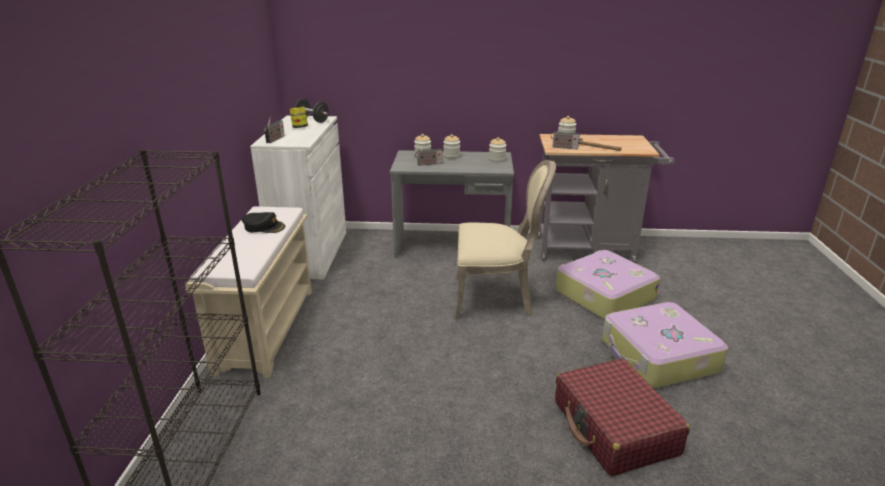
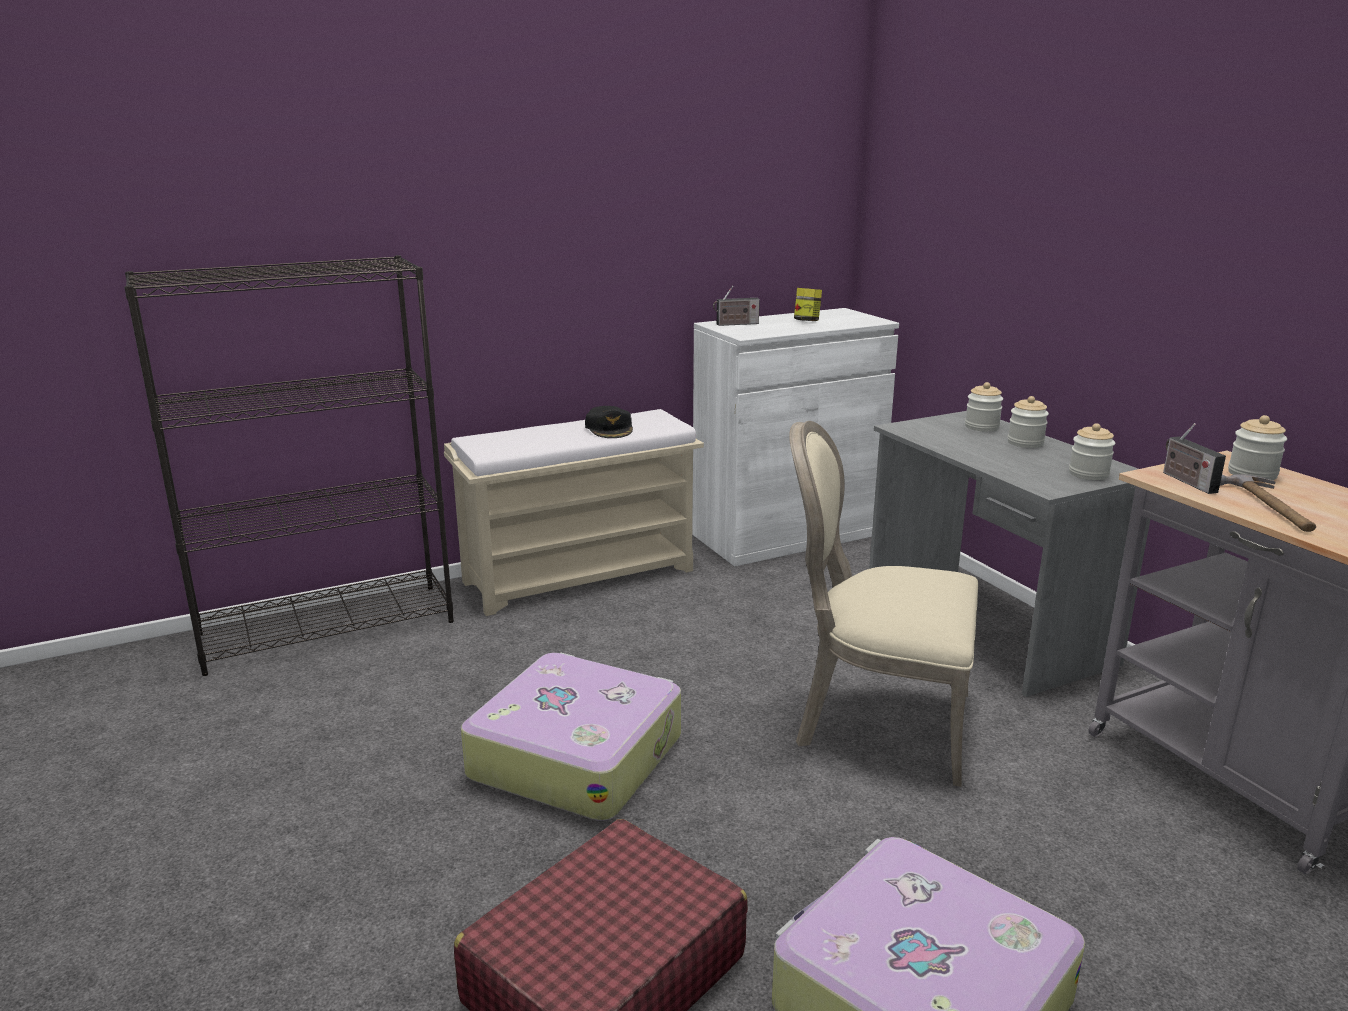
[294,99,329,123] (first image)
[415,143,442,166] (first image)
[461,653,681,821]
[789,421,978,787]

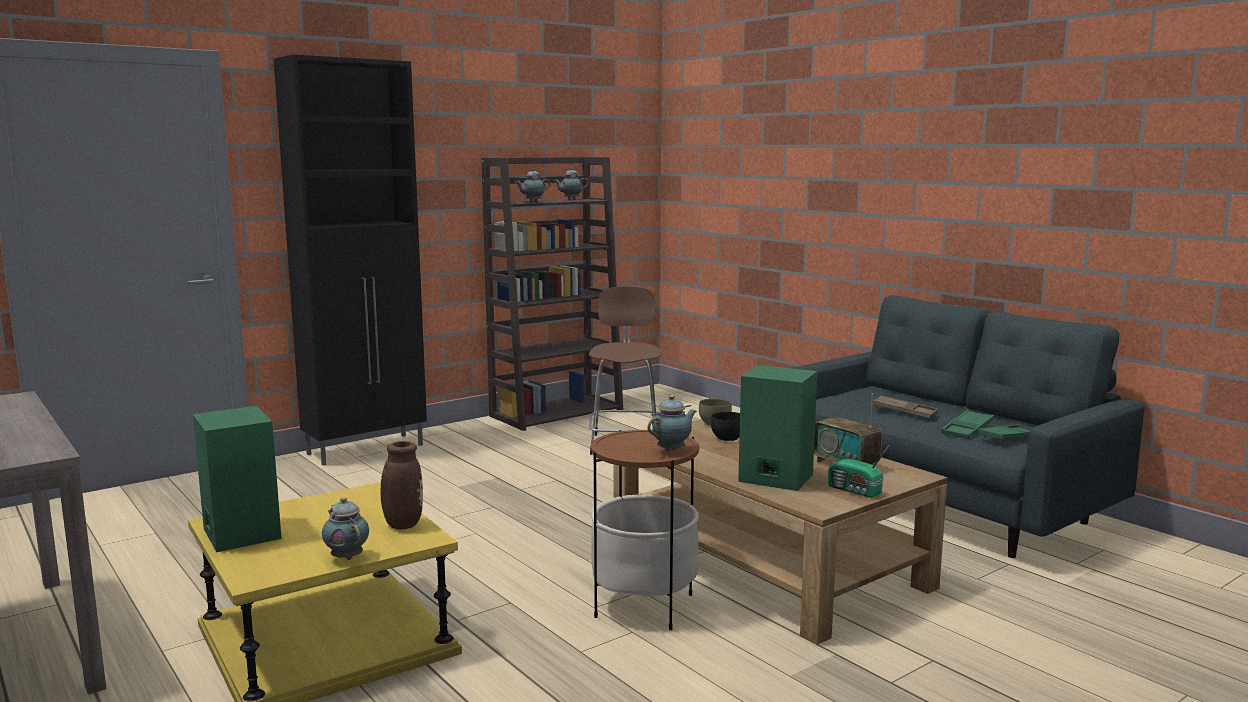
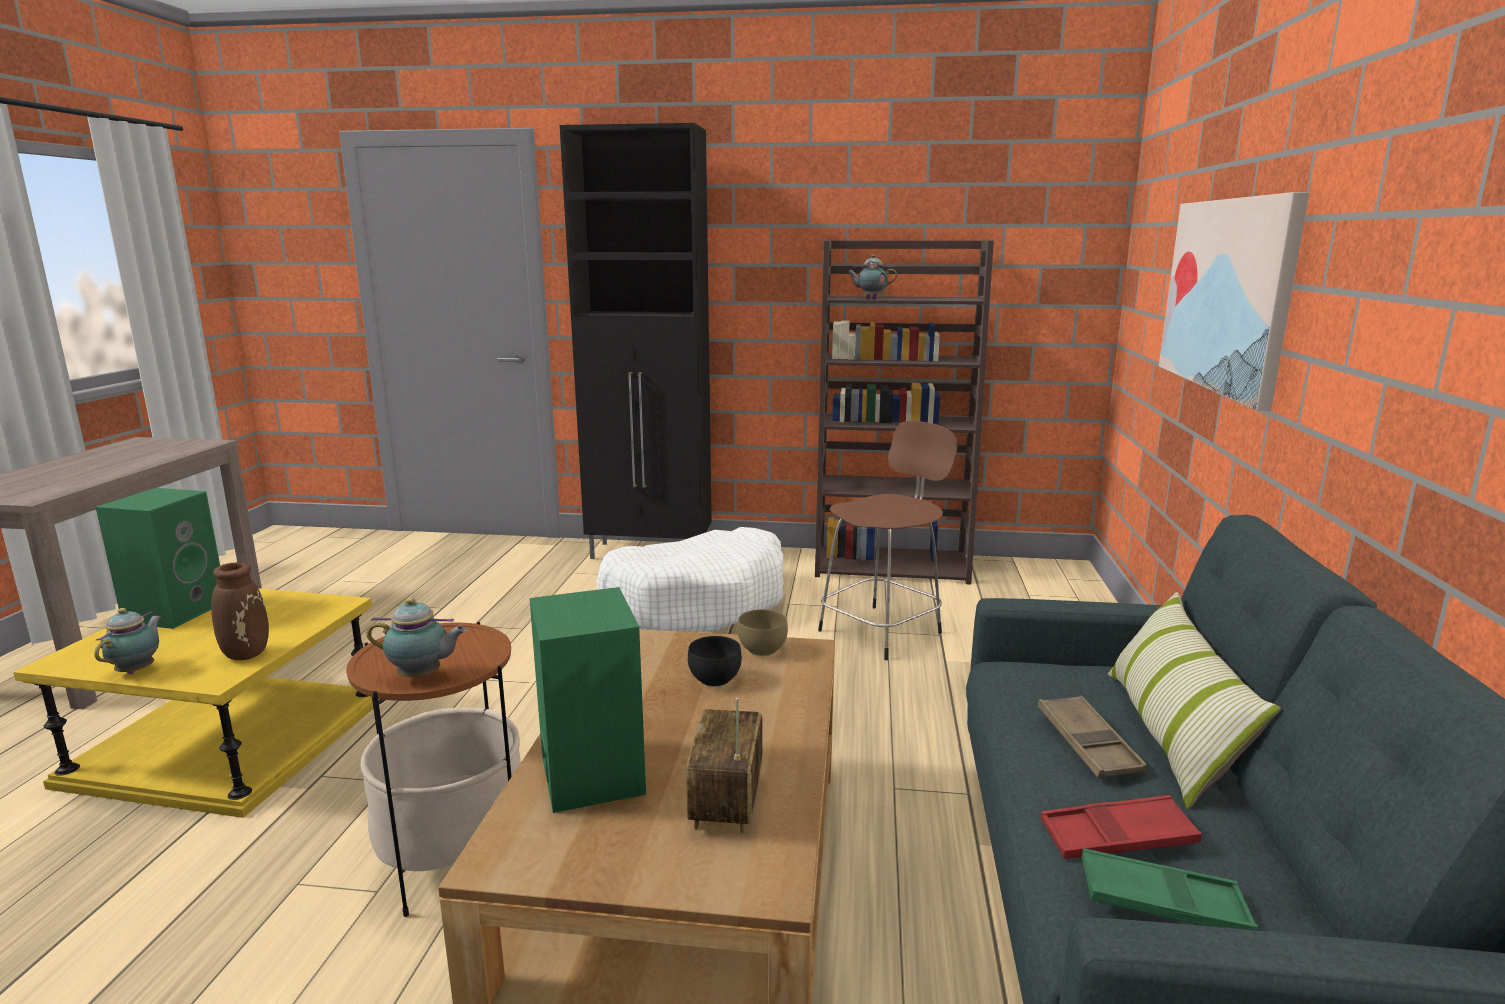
[553,168,589,200] (first image)
[828,446,889,498] (first image)
[596,527,784,632]
[1108,592,1281,809]
[1159,192,1309,411]
[1041,795,1202,859]

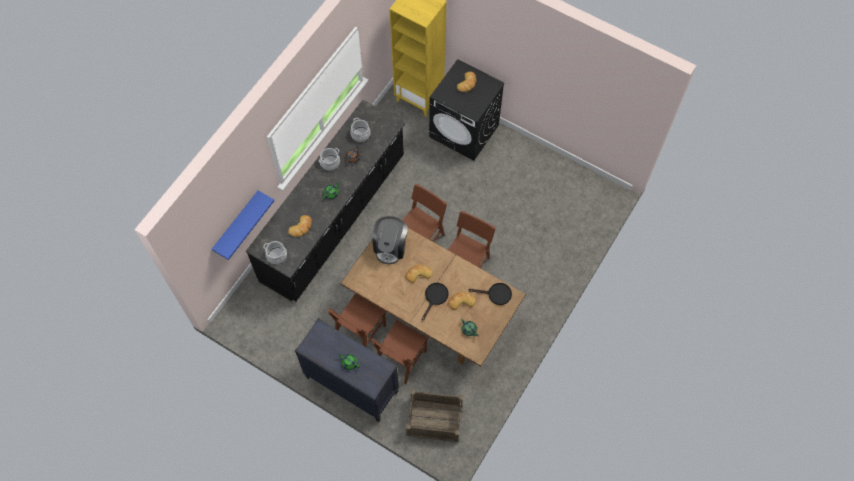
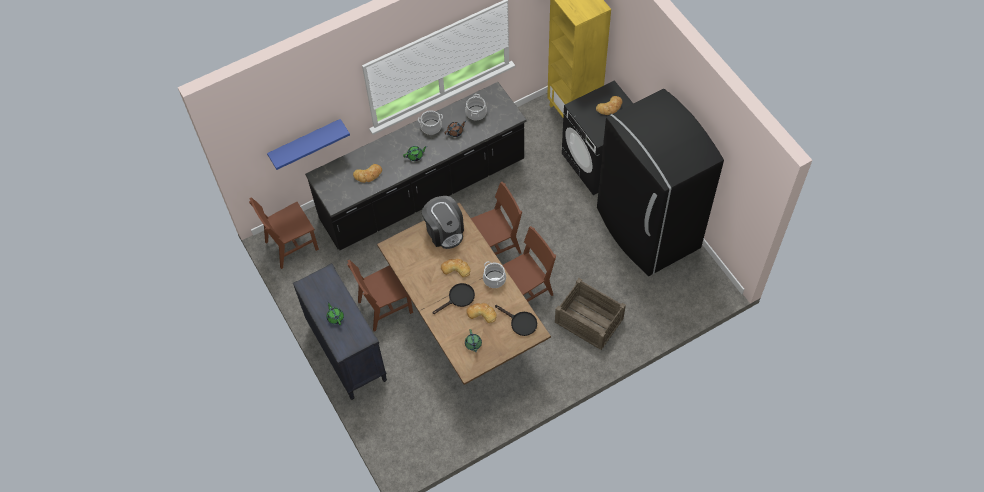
[597,89,724,276]
[483,261,506,288]
[249,197,319,269]
[555,278,626,350]
[422,196,464,249]

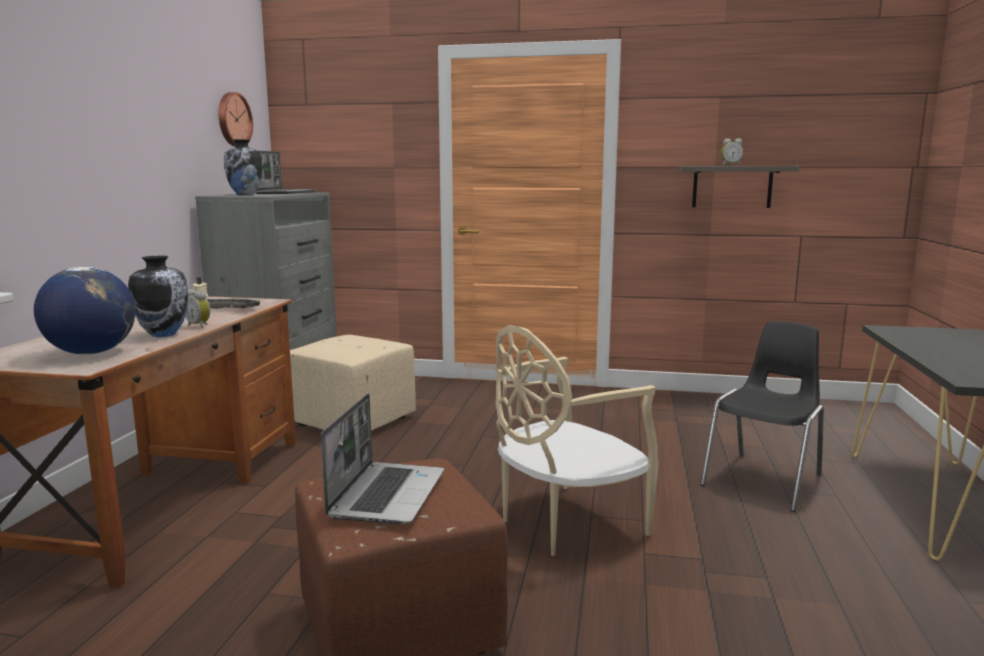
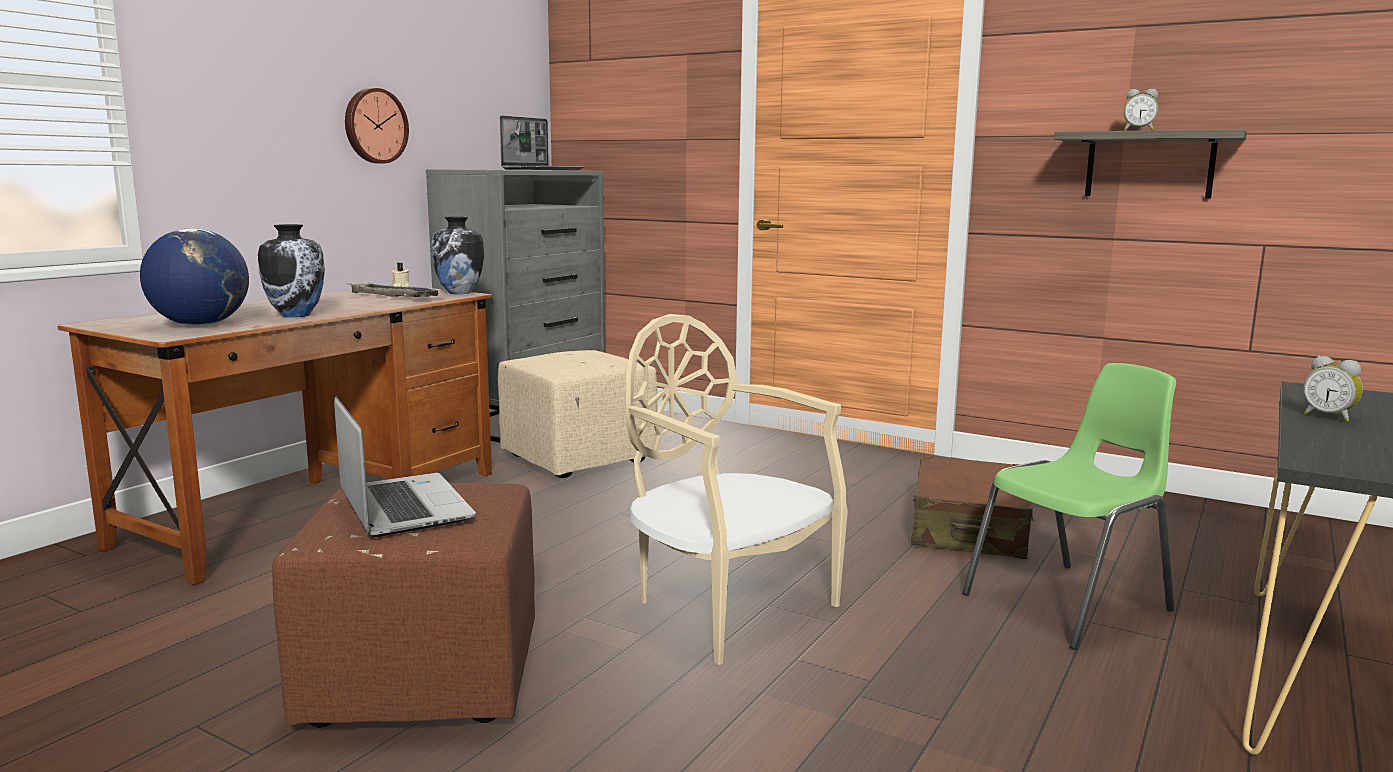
[911,456,1034,559]
[1303,356,1363,422]
[345,88,409,164]
[432,217,484,294]
[962,363,1176,650]
[334,397,476,537]
[626,314,848,665]

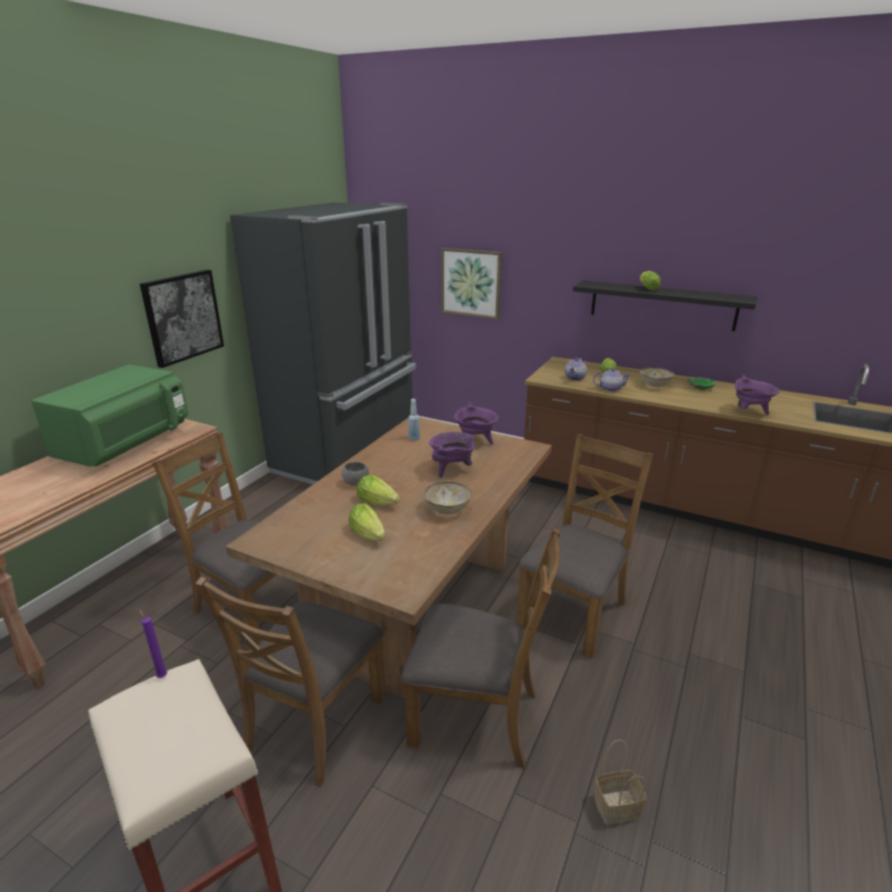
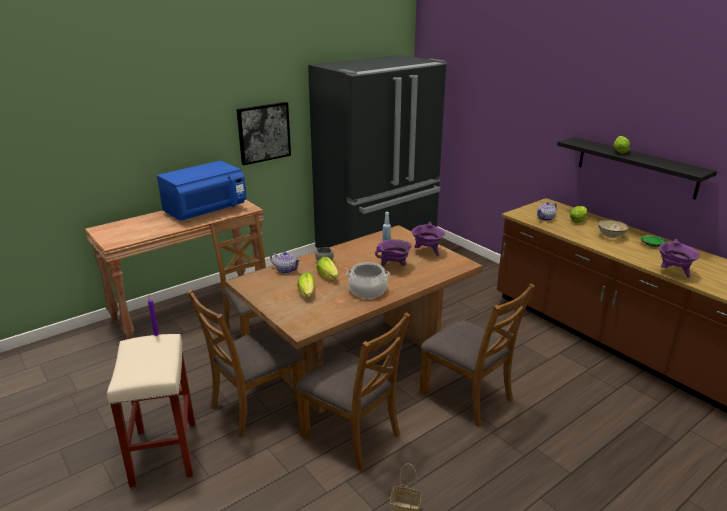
[441,248,502,319] (first image)
[270,252,301,274]
[346,262,390,299]
[157,161,246,221]
[420,283,535,427]

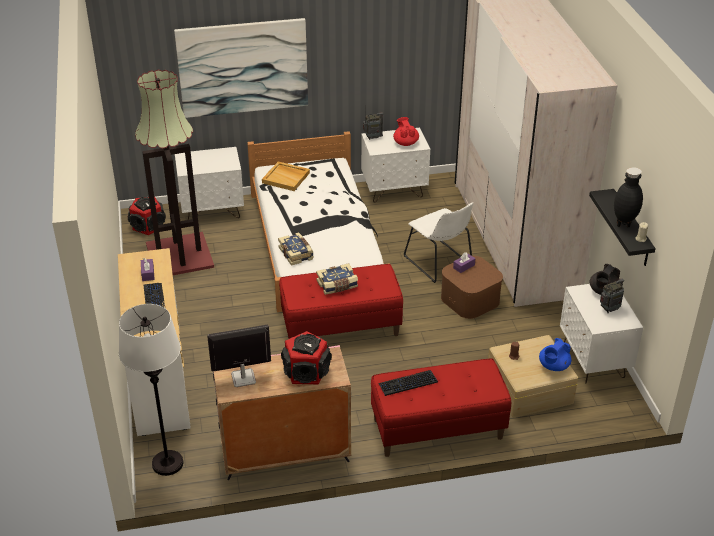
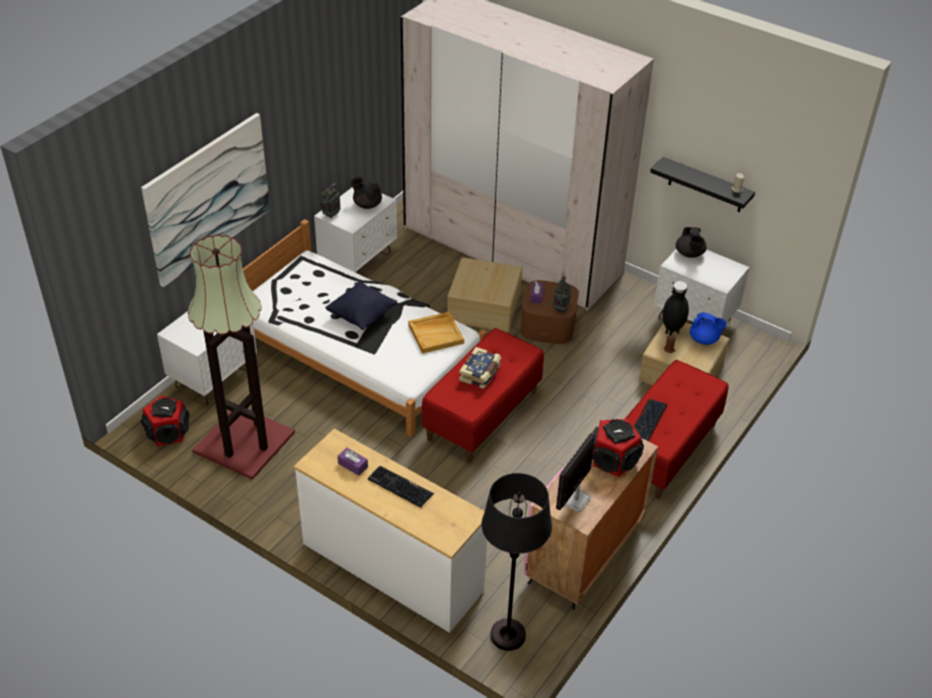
[278,232,314,266] (first image)
[325,281,397,330]
[408,312,464,354]
[553,276,571,313]
[662,281,689,336]
[447,257,522,332]
[481,473,552,651]
[350,177,382,209]
[690,312,727,345]

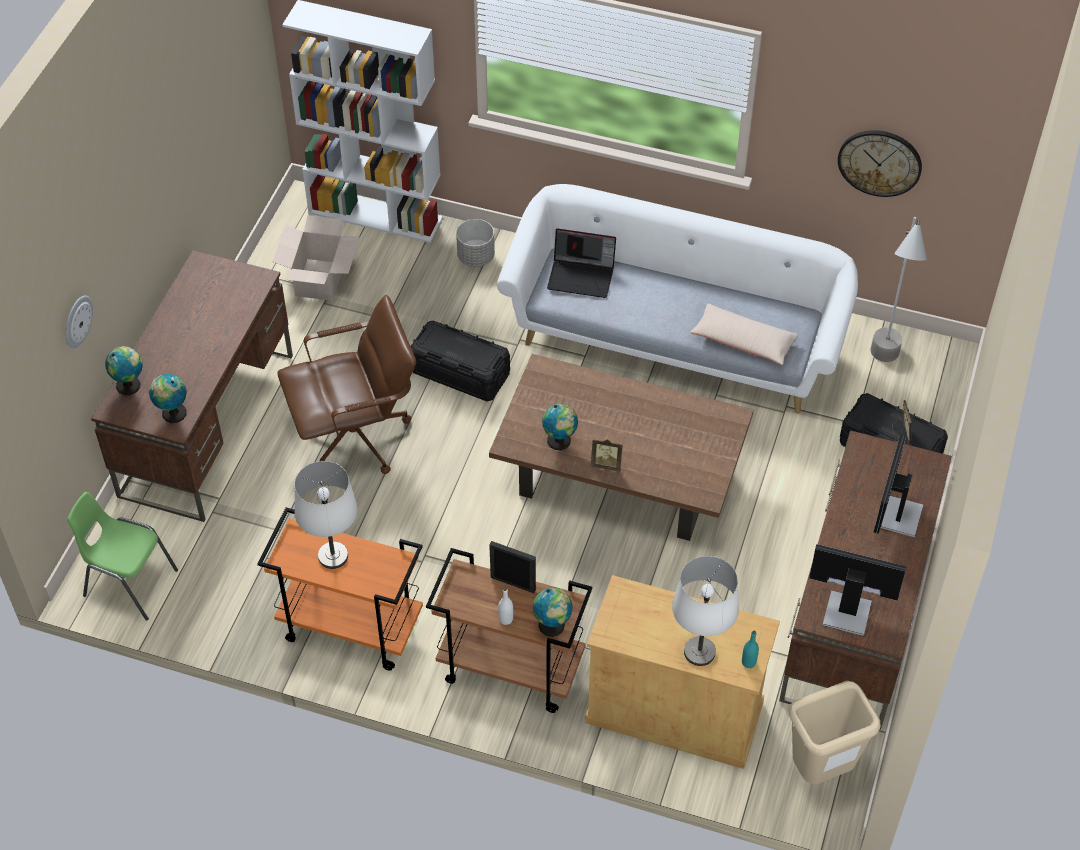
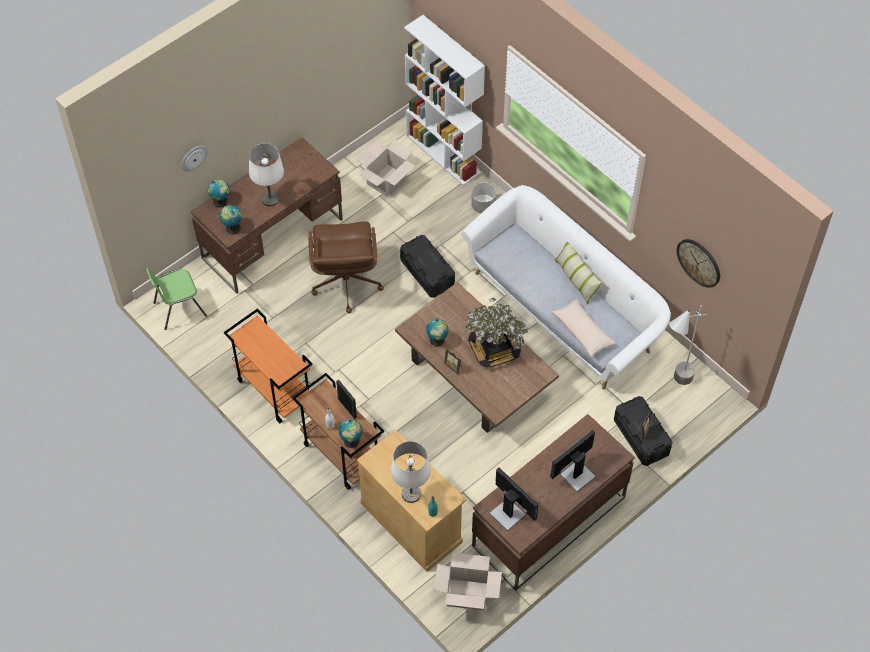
[547,228,616,298] (first image)
[465,298,529,368]
[554,242,603,305]
[249,143,284,206]
[434,552,502,610]
[146,268,207,330]
[308,222,384,313]

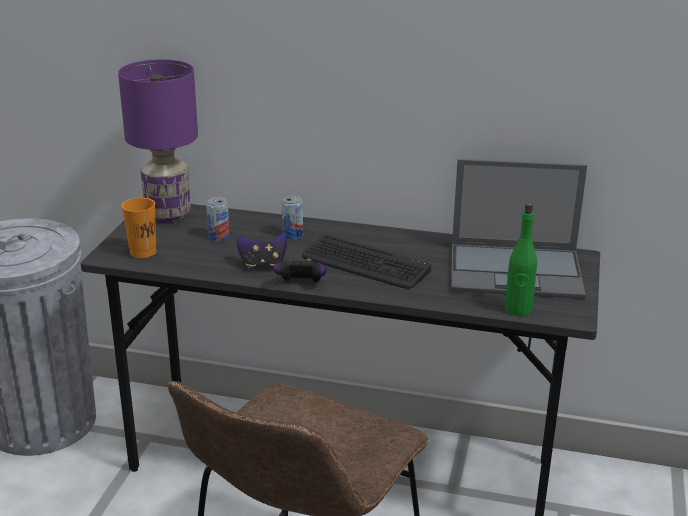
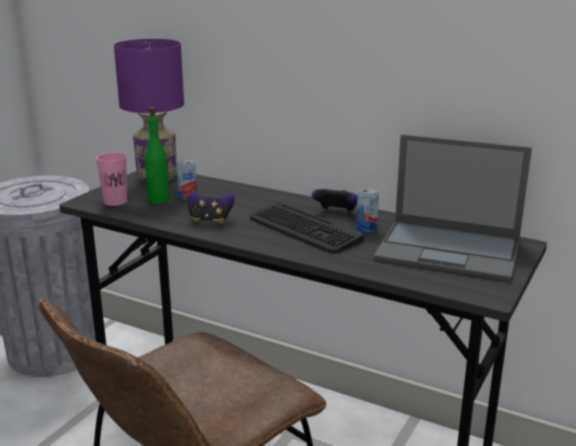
[312,189,357,212]
[356,188,379,233]
[145,107,170,204]
[96,152,128,206]

